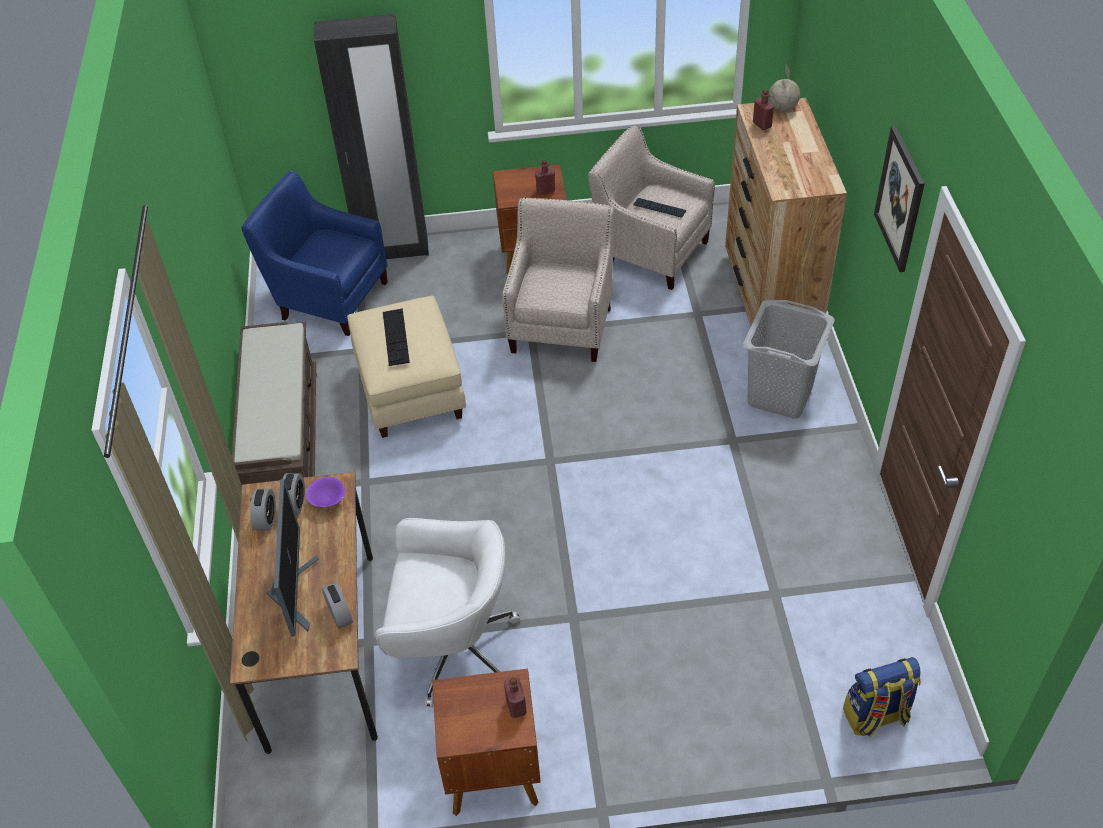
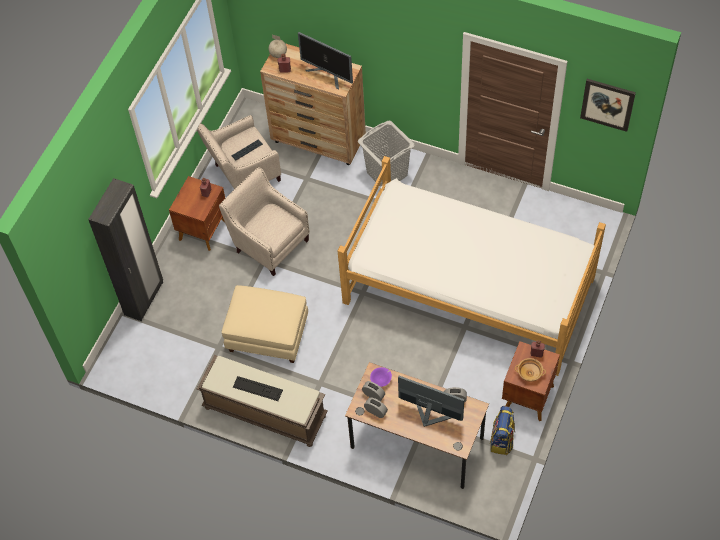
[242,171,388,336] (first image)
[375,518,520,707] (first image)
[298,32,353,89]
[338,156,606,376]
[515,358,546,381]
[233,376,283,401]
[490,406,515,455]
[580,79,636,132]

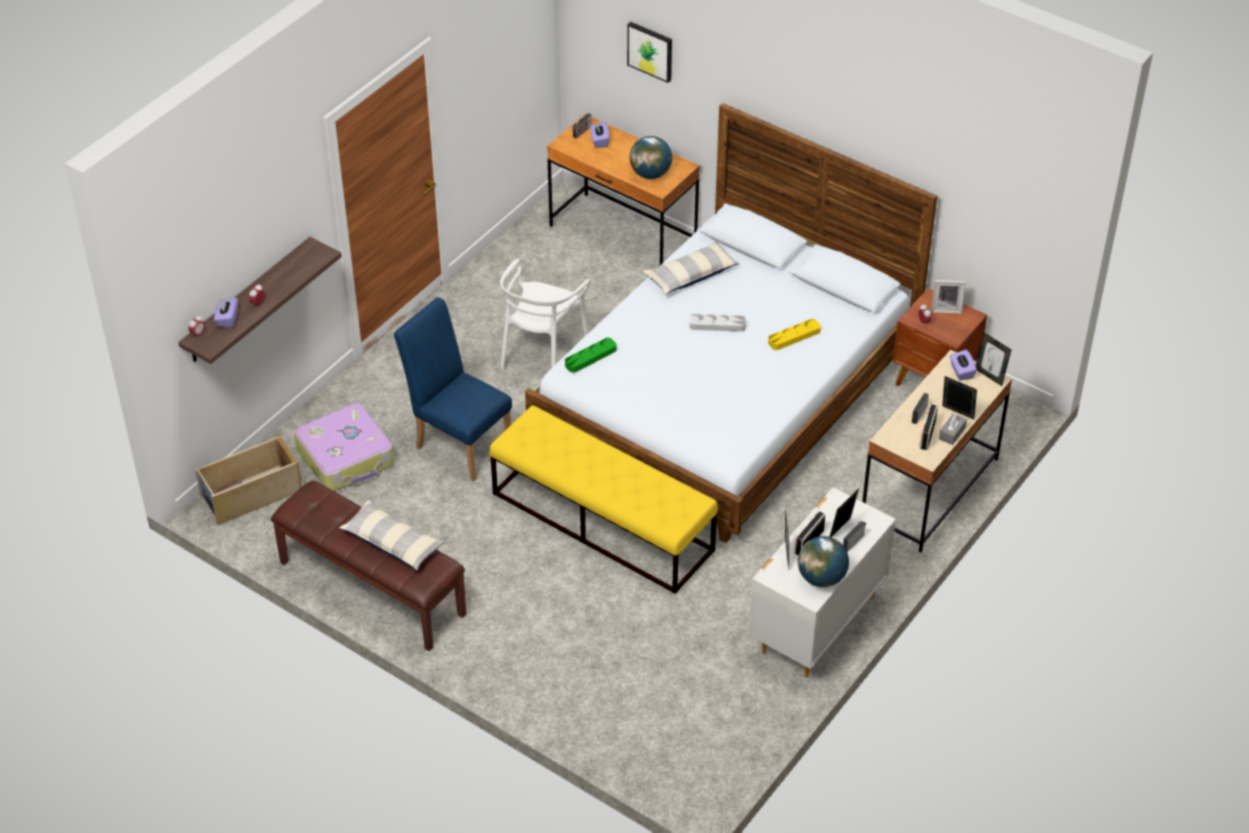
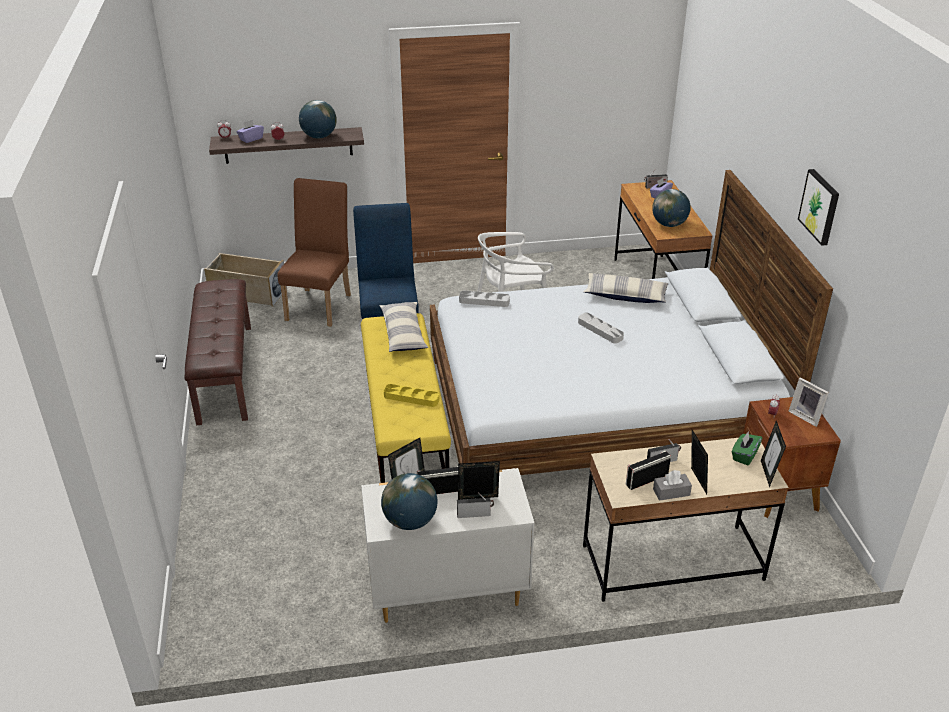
[299,100,337,139]
[379,302,428,352]
[798,169,839,246]
[384,384,439,407]
[277,178,351,327]
[459,290,510,307]
[732,431,762,465]

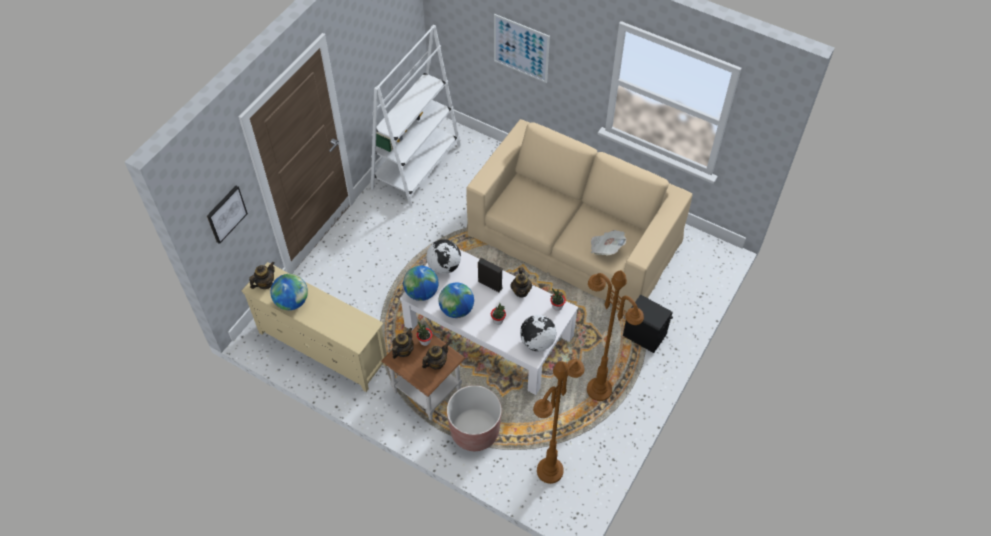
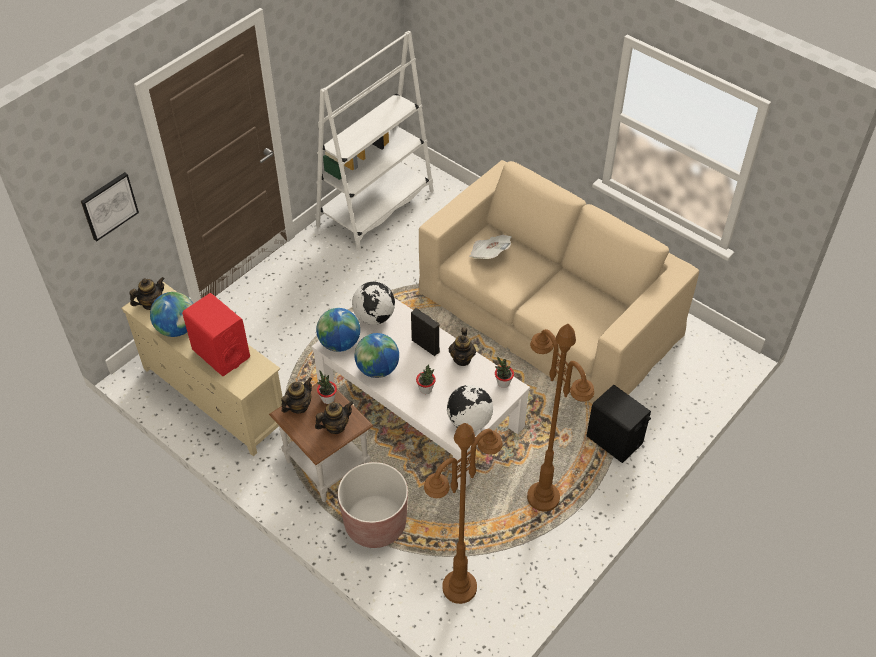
[494,14,550,83] (first image)
[182,293,250,376]
[469,234,511,259]

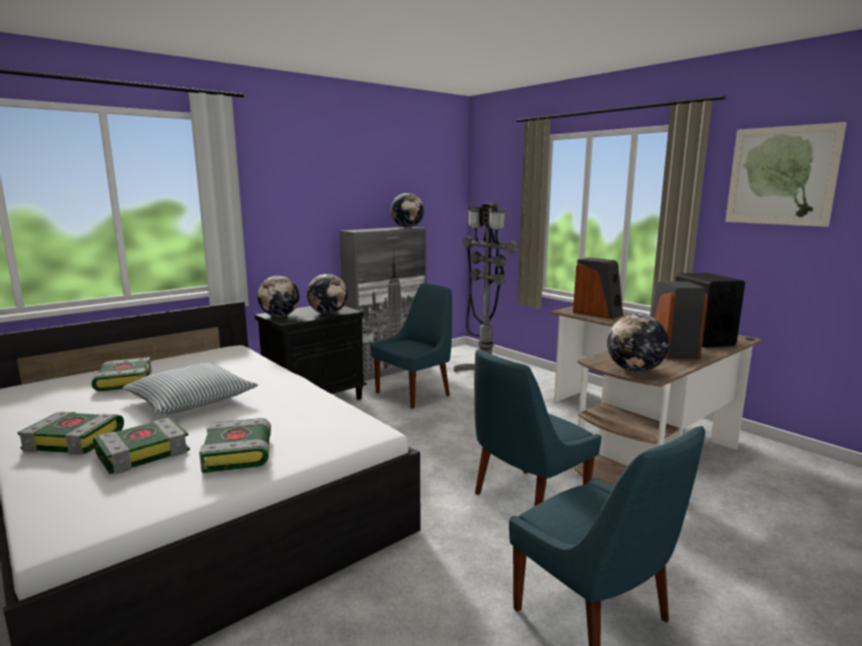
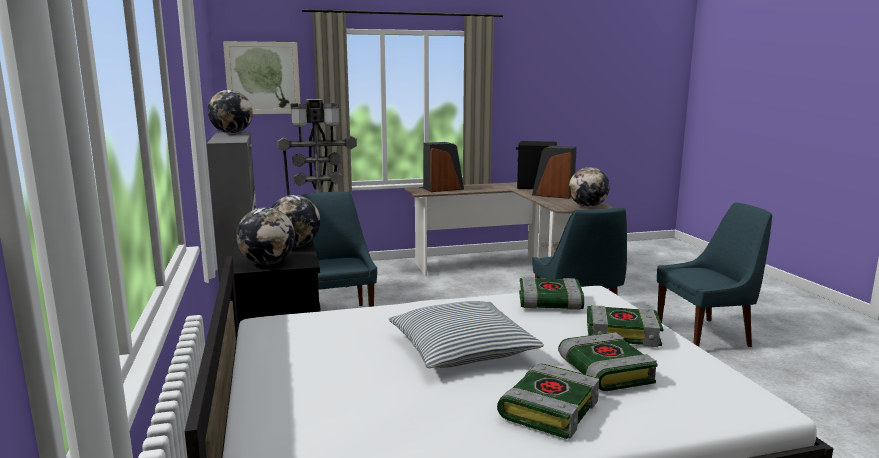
[519,277,584,310]
[223,41,300,114]

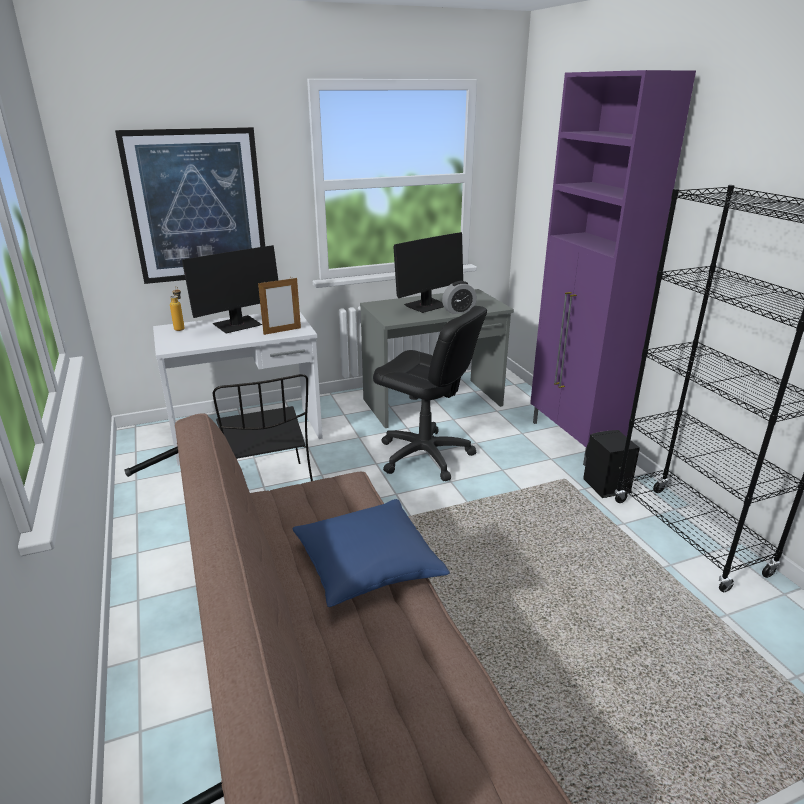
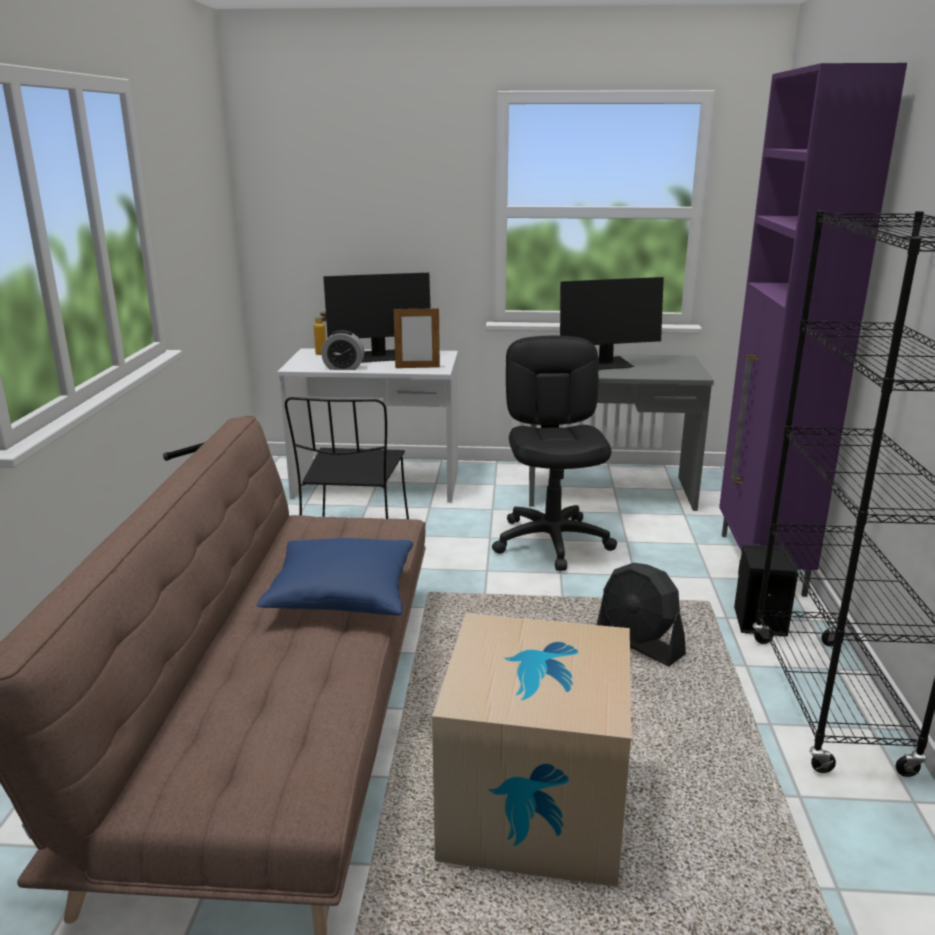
[115,127,265,284] (first image)
[432,613,631,887]
[597,563,686,666]
[321,330,364,370]
[492,336,617,571]

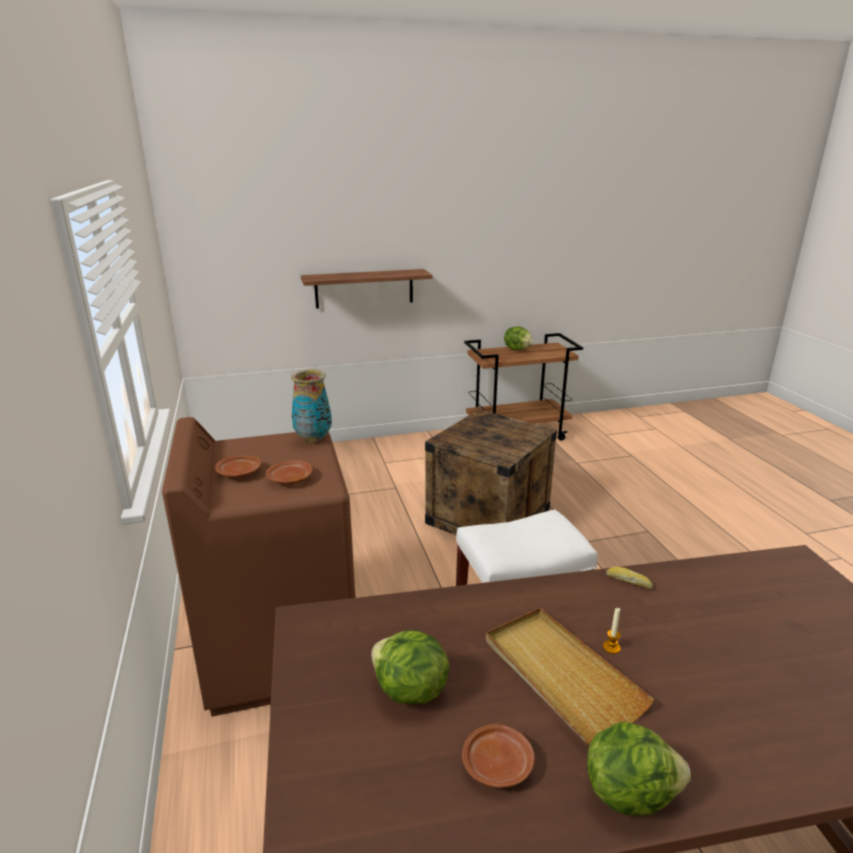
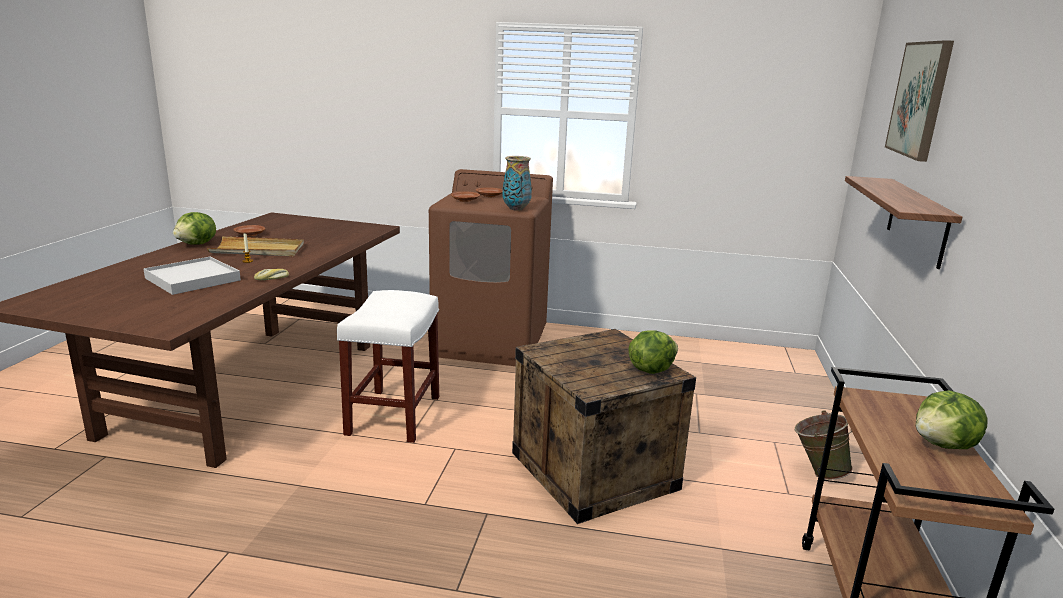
[143,257,241,295]
[795,410,853,480]
[885,40,954,162]
[628,330,678,374]

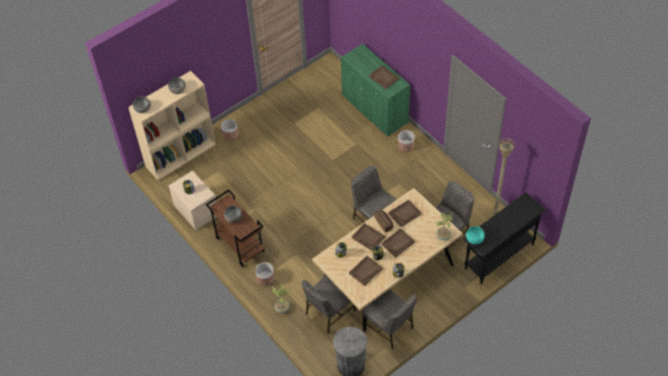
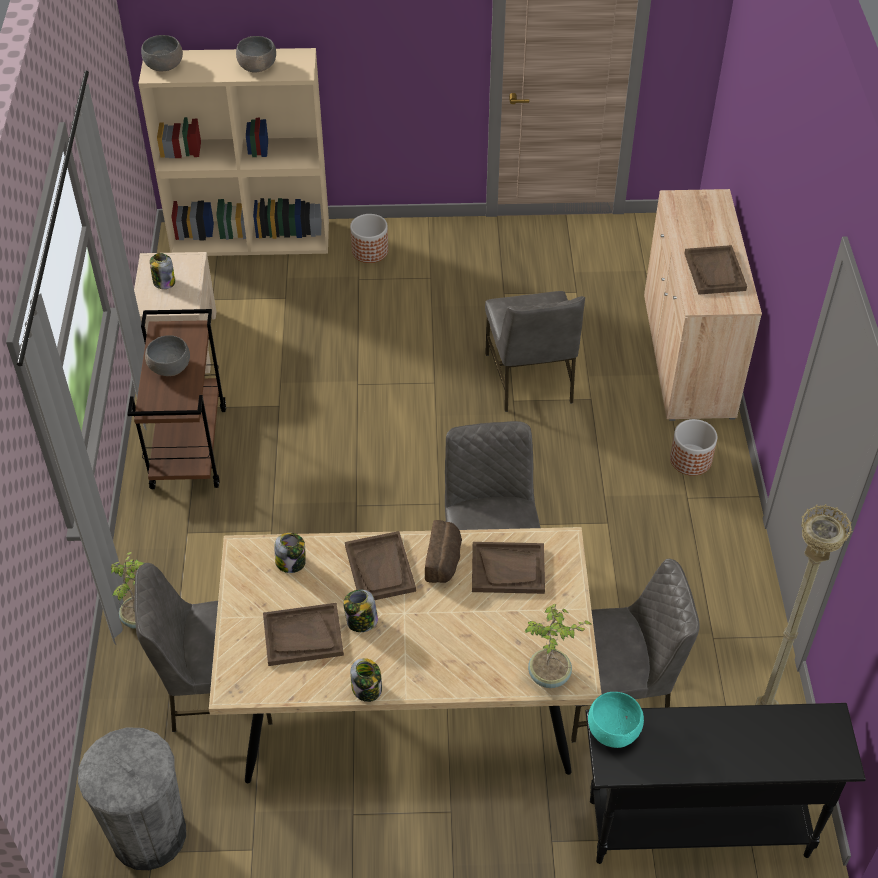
[255,262,274,286] (first image)
[381,228,415,257] (first image)
[485,291,585,412]
[644,189,762,421]

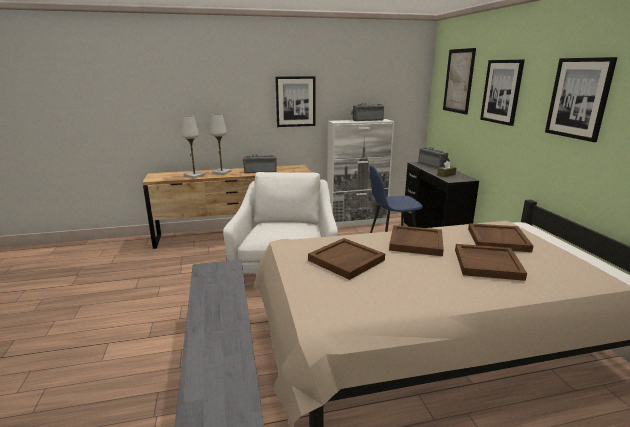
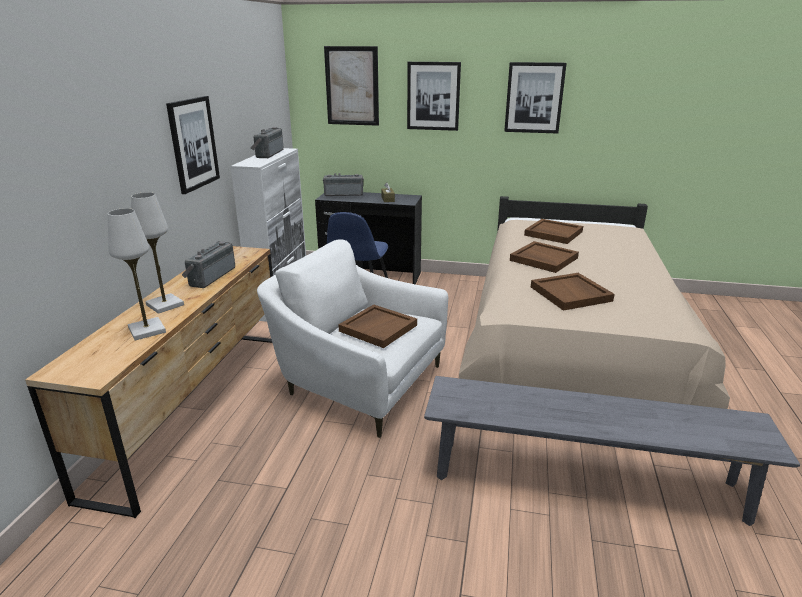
[338,304,417,348]

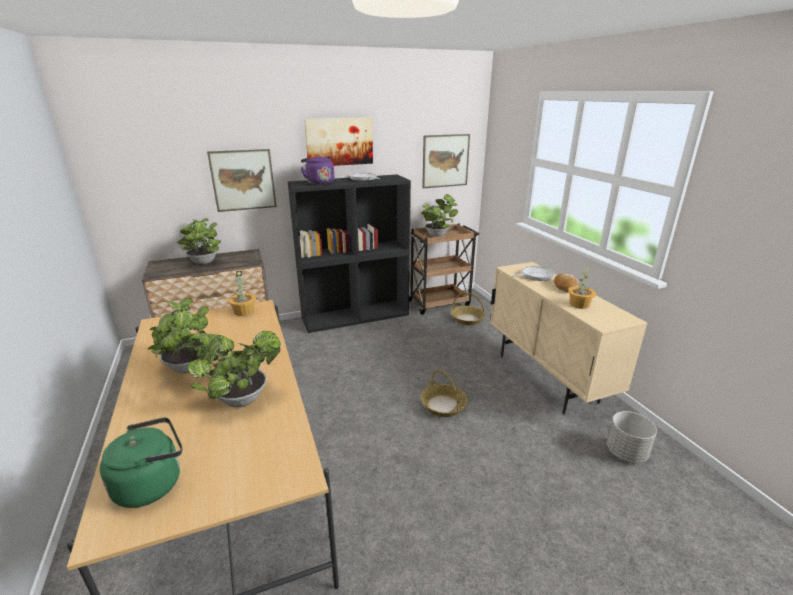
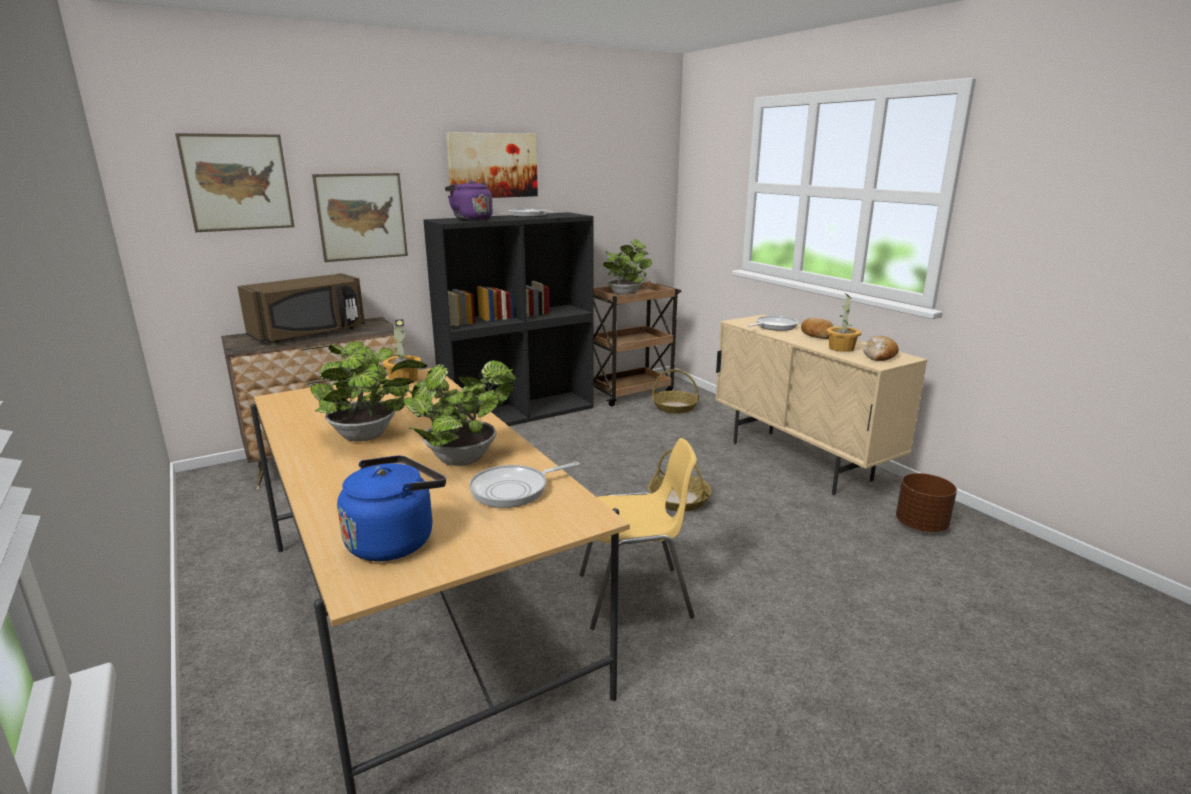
[469,462,580,508]
[580,438,697,630]
[863,336,899,361]
[175,133,295,232]
[237,273,365,343]
[337,455,446,561]
[896,473,957,532]

